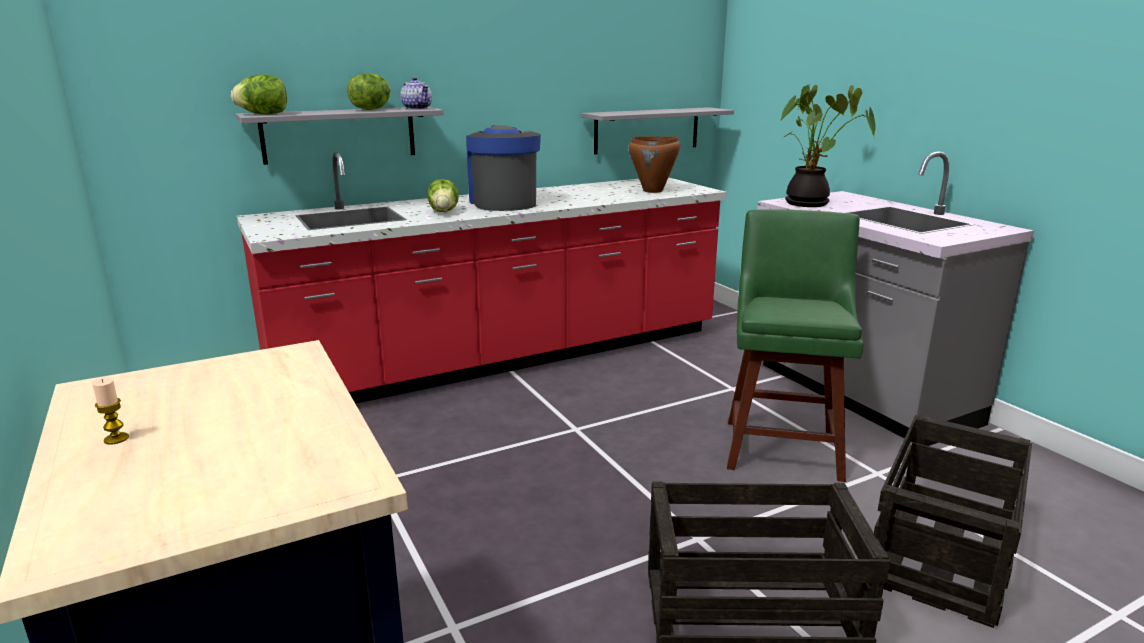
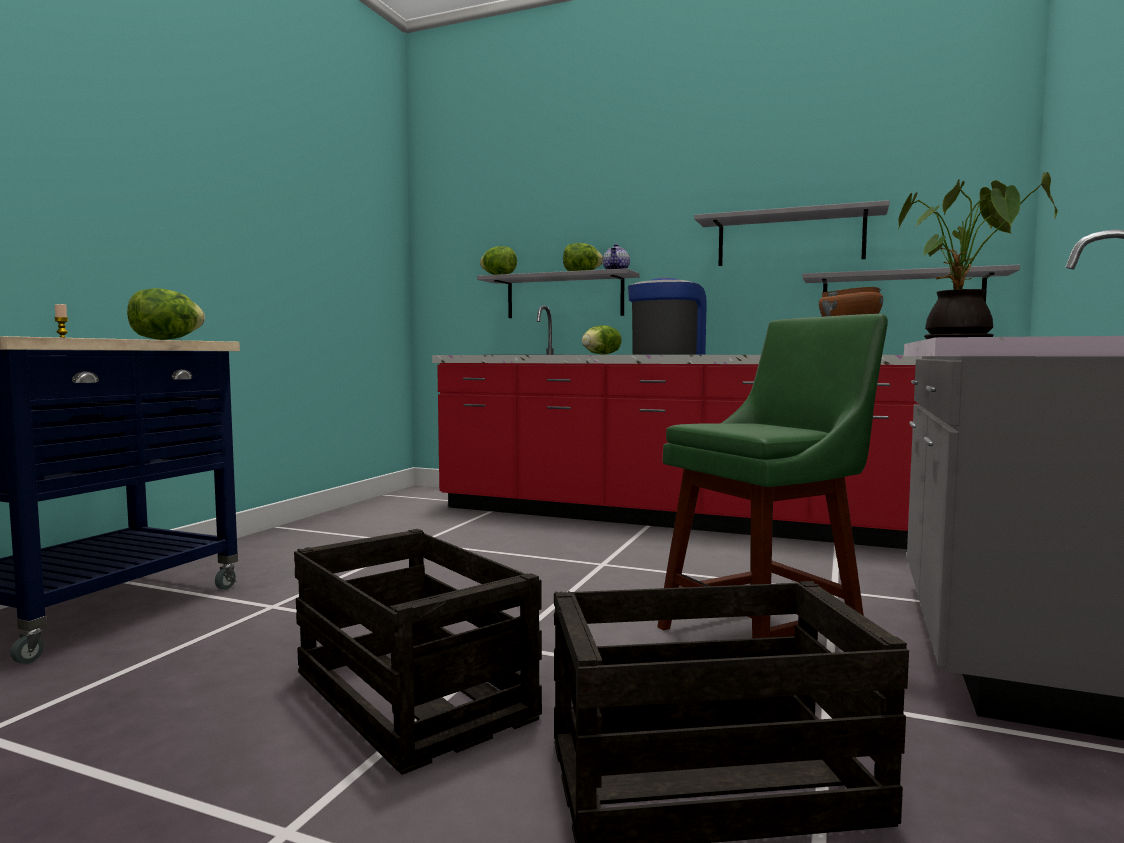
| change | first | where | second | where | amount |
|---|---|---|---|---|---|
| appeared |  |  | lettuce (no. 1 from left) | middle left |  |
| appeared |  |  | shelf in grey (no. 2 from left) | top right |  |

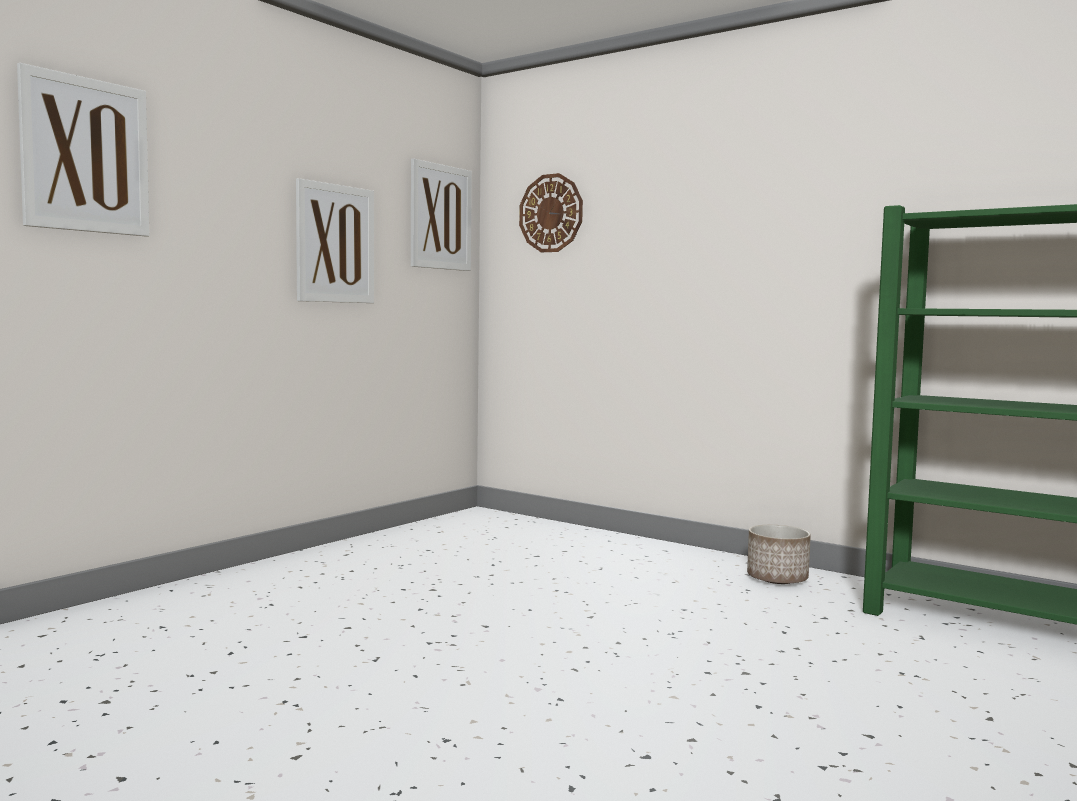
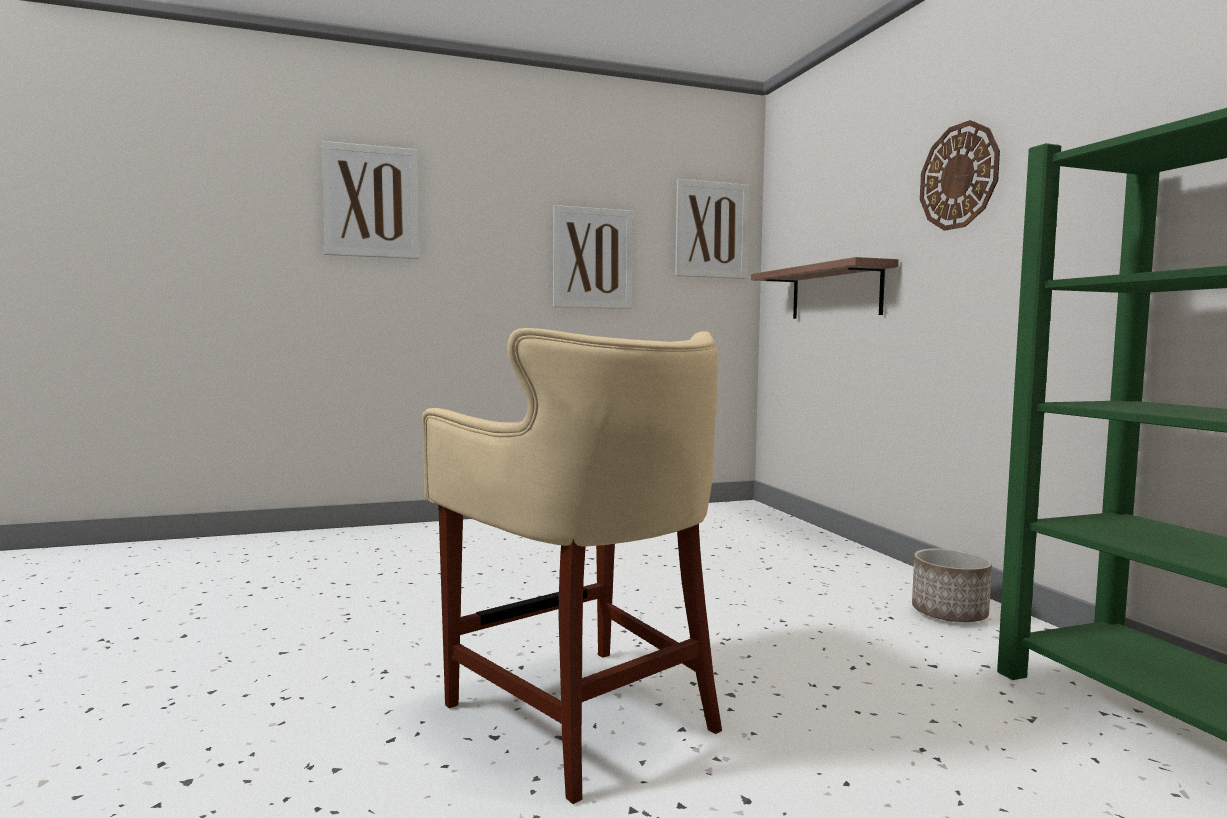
| change | first | where | second | where | amount |
|---|---|---|---|---|---|
| relocated | wall clock | top centre |  | top right |  |
| appeared |  |  | stool in beige | bottom centre |  |
| appeared |  |  | shelf | middle right |  |

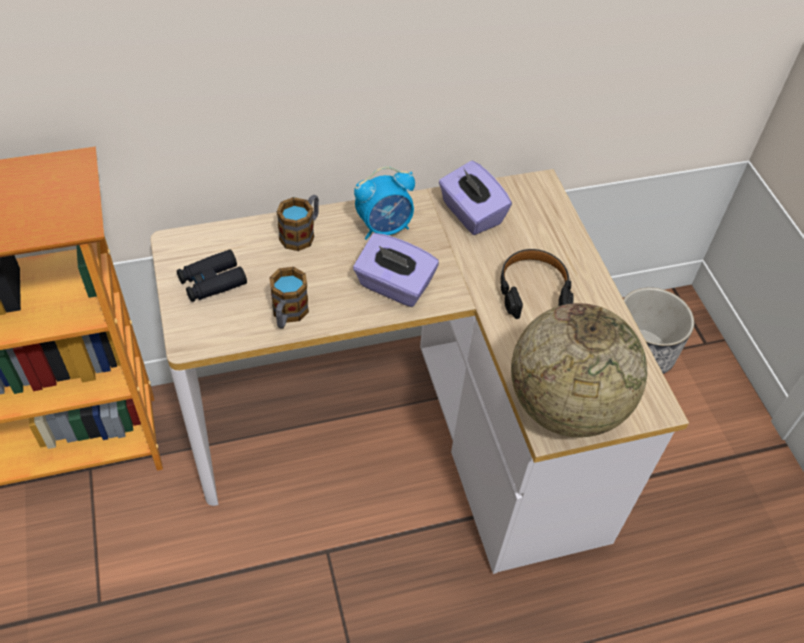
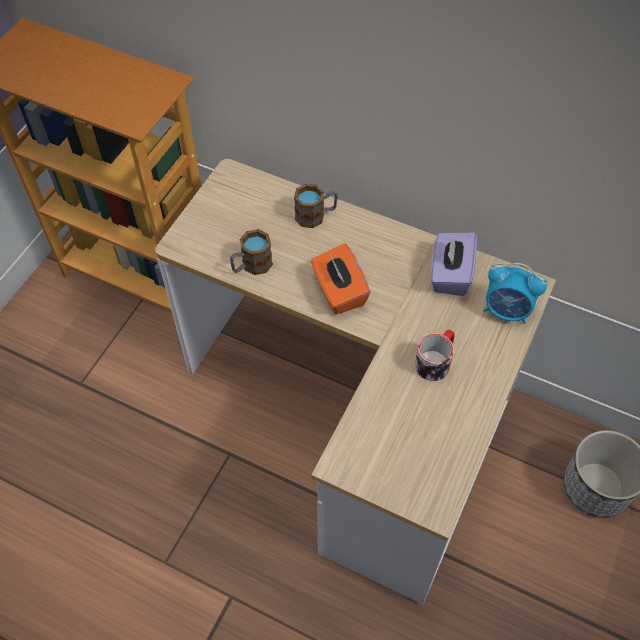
| change | first | where | second | where | amount |
|---|---|---|---|---|---|
| missing | binoculars in black | middle left |  |  |  |
| colour | tissue box in purple (no. 1 from left) | centre | tissue box in orange | centre |  |
| relocated | alarm clock | top centre |  | middle right |  |
| exchanged | headphones in black | middle right | mug (no. 3 from left) | middle right |  |
| missing | globe | middle right |  |  |  |

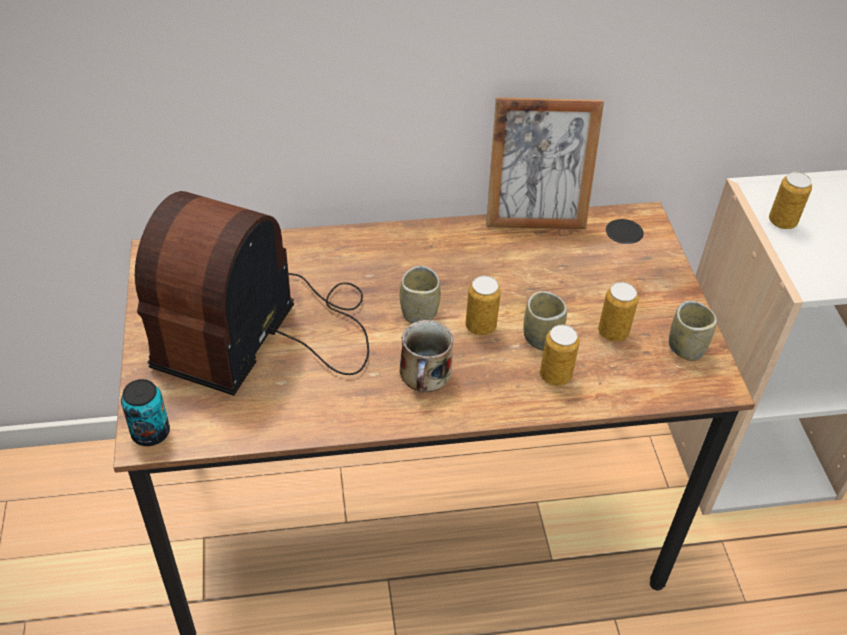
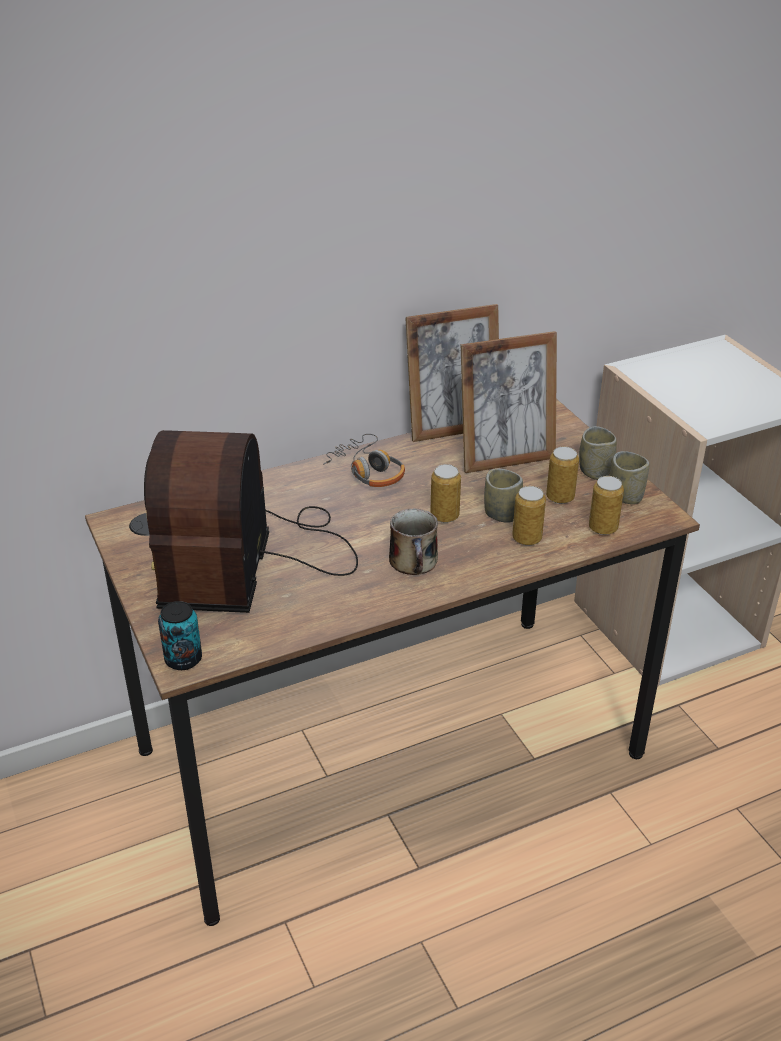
| change | first | where | second | where | amount |
|---|---|---|---|---|---|
| relocated | cup (no. 1 from left in the first image) | centre | cup (no. 2 from left) | middle right |  |
| relocated | can (no. 5 from left) | top right |  | middle right |  |
| appeared |  |  | headphones | centre |  |
| appeared |  |  | picture frame (no. 2 from left) | centre |  |

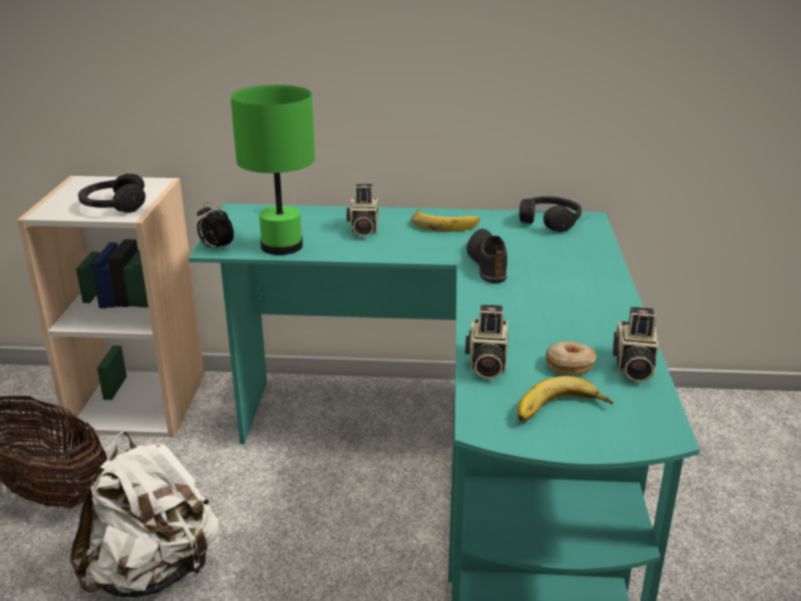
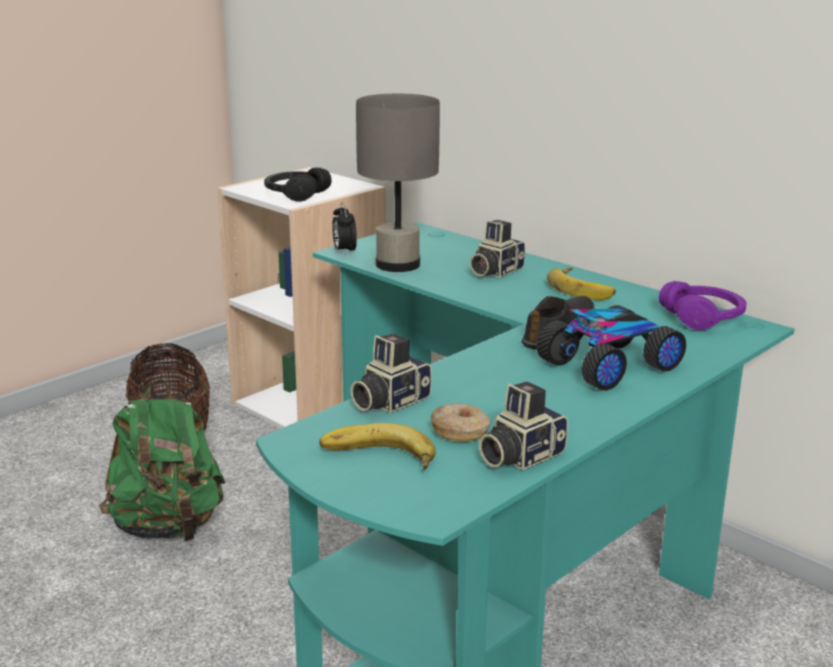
| change | first | where | second | where | amount |
|---|---|---|---|---|---|
| colour | backpack in white | bottom left | backpack in green | bottom left |  |
| colour | table lamp in green | top centre | table lamp in grey | top centre |  |
| colour | headphones in black (no. 2 from left) | middle right | headphones in purple | middle right |  |
| appeared |  |  | toy car | middle right |  |

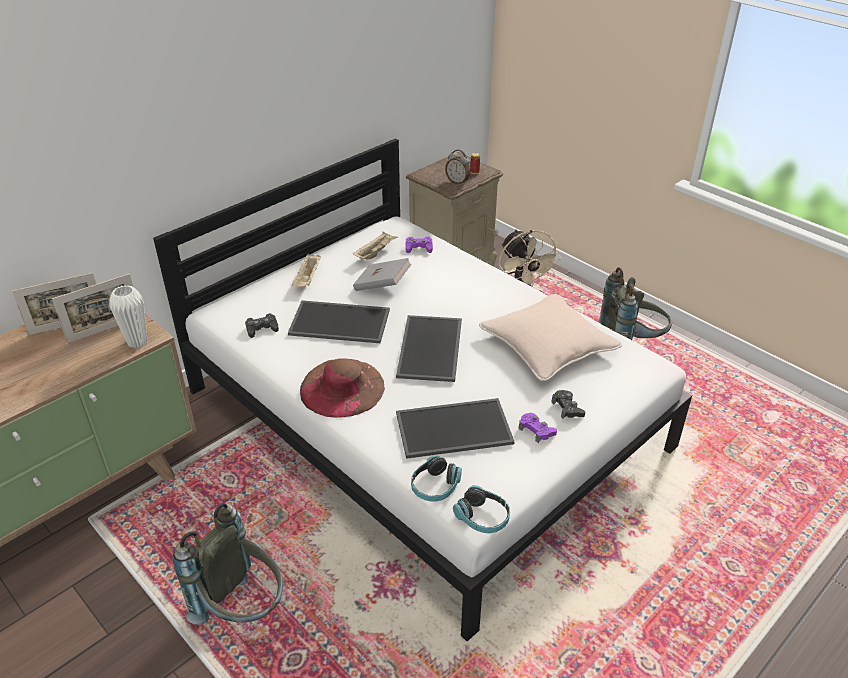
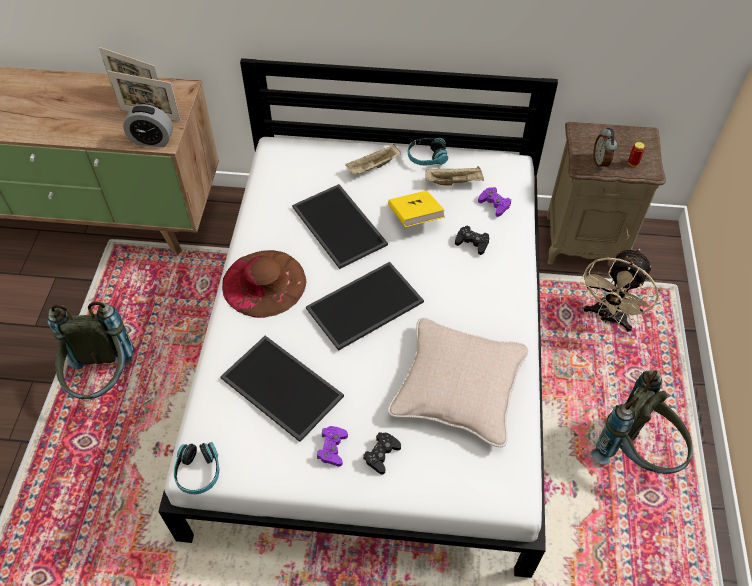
| change | first | where | second | where | amount |
|---|---|---|---|---|---|
| exchanged | vase in white | middle left | alarm clock (no. 1 from left) | top left |  |
| relocated | game controller in black (no. 1 from left in the first image) | middle left | game controller in black (no. 2 from left) | centre |  |
| colour | book in grey | centre | book in yellow | centre |  |
| relocated | headphones (no. 1 from left in the first image) | bottom centre | headphones (no. 2 from left) | top centre |  |

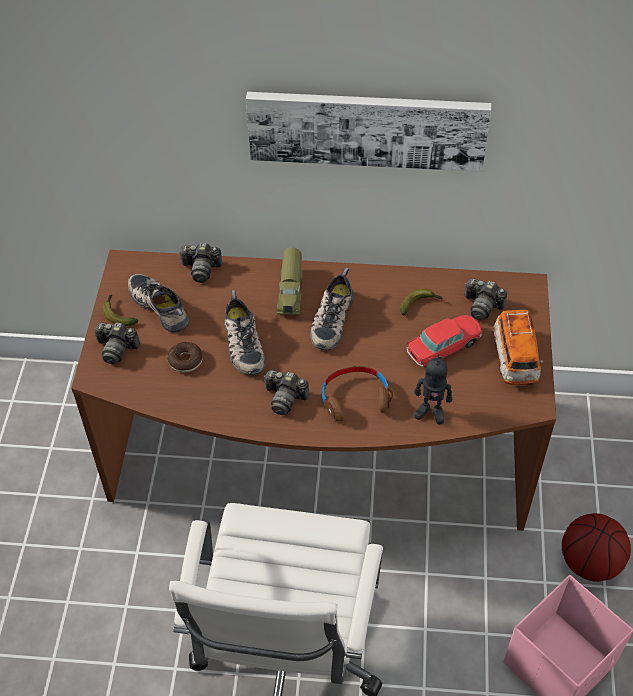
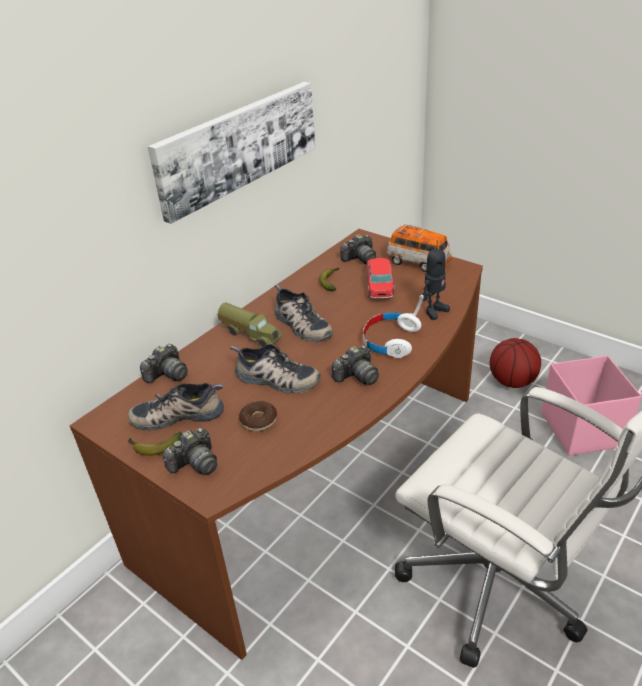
| change | first | where | second | where | amount |
|---|---|---|---|---|---|
| colour | headphones in brown | centre | headphones in white | centre |  |

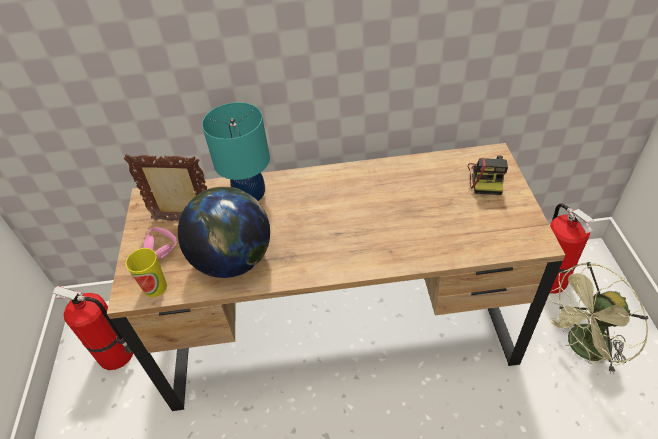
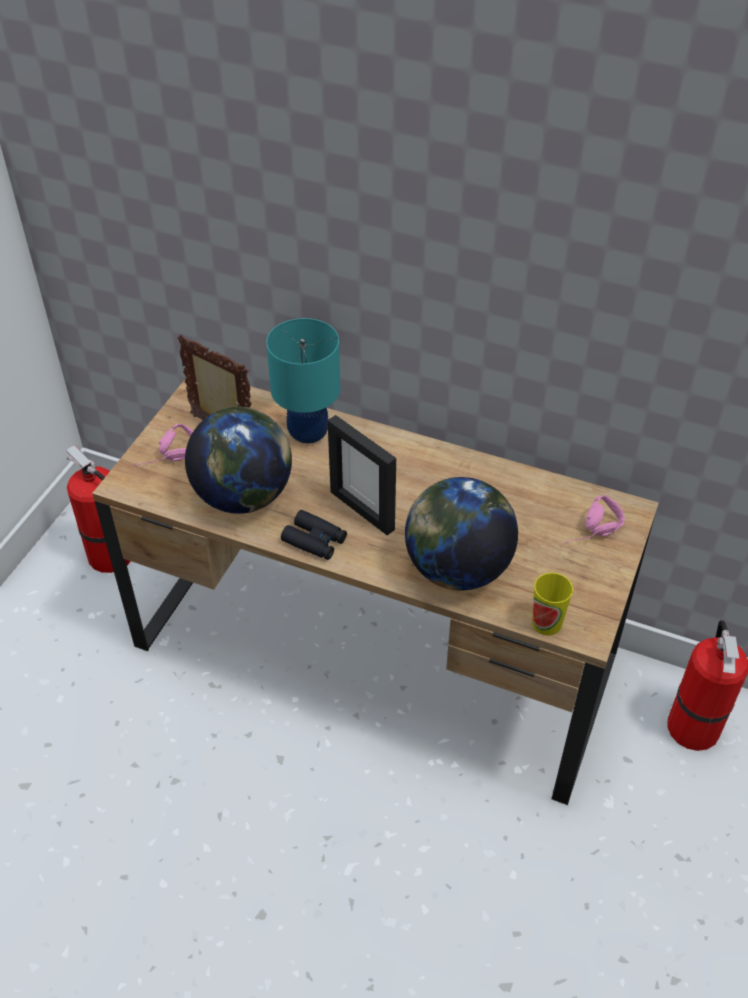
| change | first | where | second | where | amount |
|---|---|---|---|---|---|
| relocated | cup | middle left |  | middle right |  |
| exchanged | photo camera | middle right | headphones in pink (no. 2 from left) | middle right |  |
| missing | fan in green | bottom right |  |  |  |
| appeared |  |  | binoculars in black | centre |  |
| appeared |  |  | picture frame (no. 2 from left) | centre |  |
| appeared |  |  | globe (no. 2 from left) | centre |  |

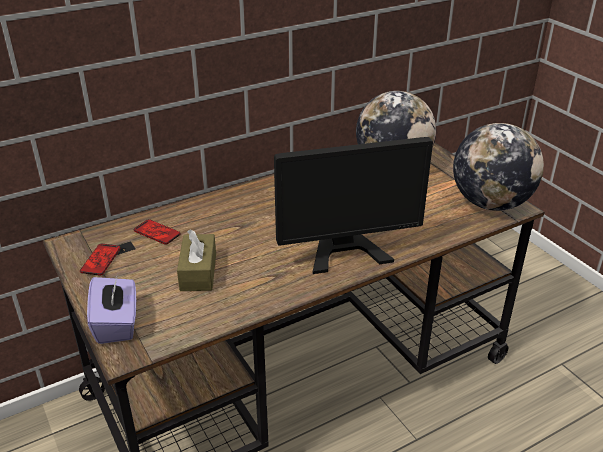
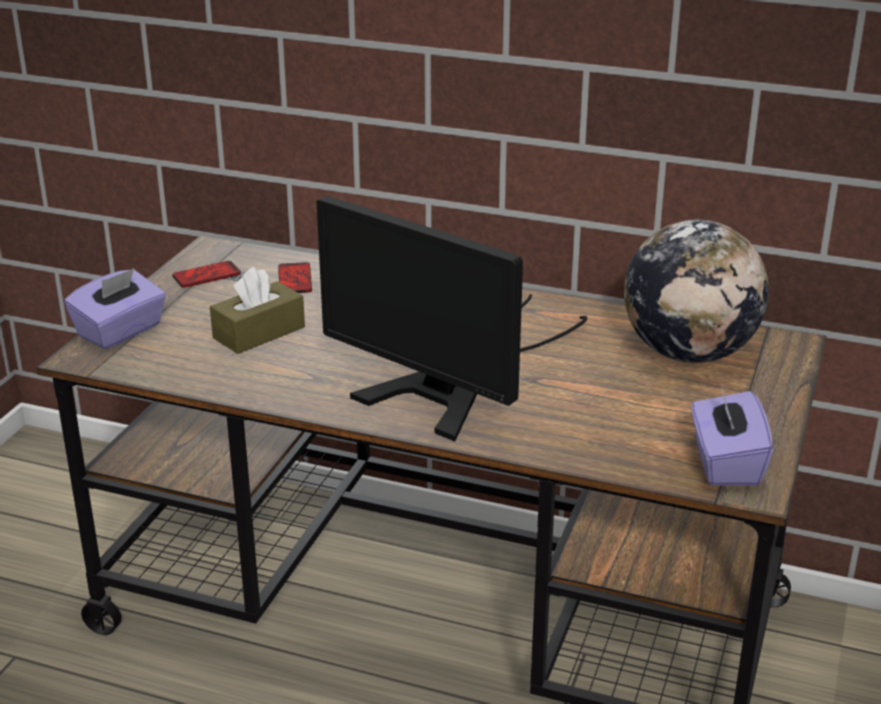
| change | first | where | second | where | amount |
|---|---|---|---|---|---|
| exchanged | globe (no. 2 from left) | middle right | tissue box in purple (no. 2 from left) | middle right |  |

